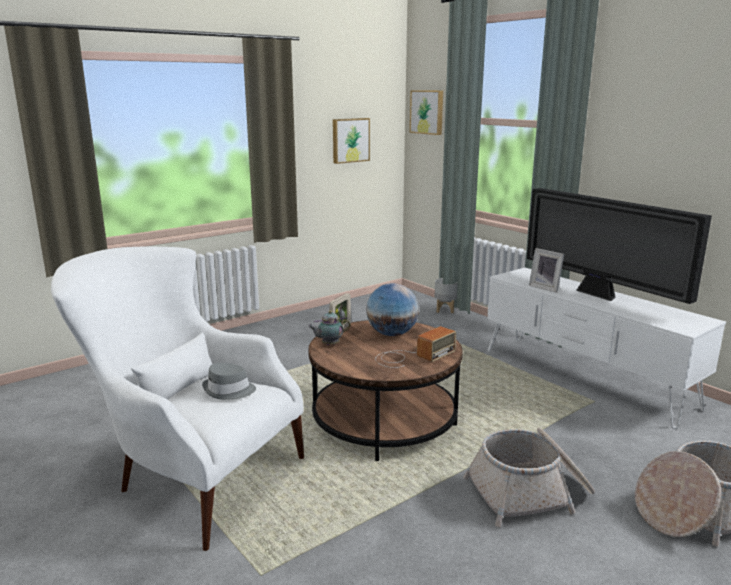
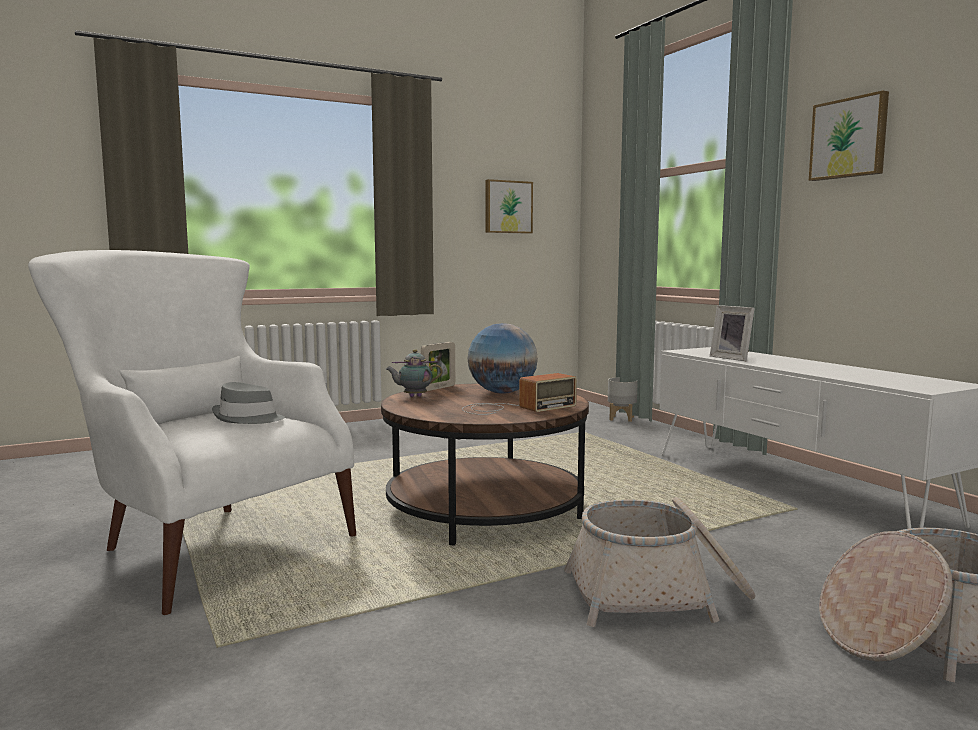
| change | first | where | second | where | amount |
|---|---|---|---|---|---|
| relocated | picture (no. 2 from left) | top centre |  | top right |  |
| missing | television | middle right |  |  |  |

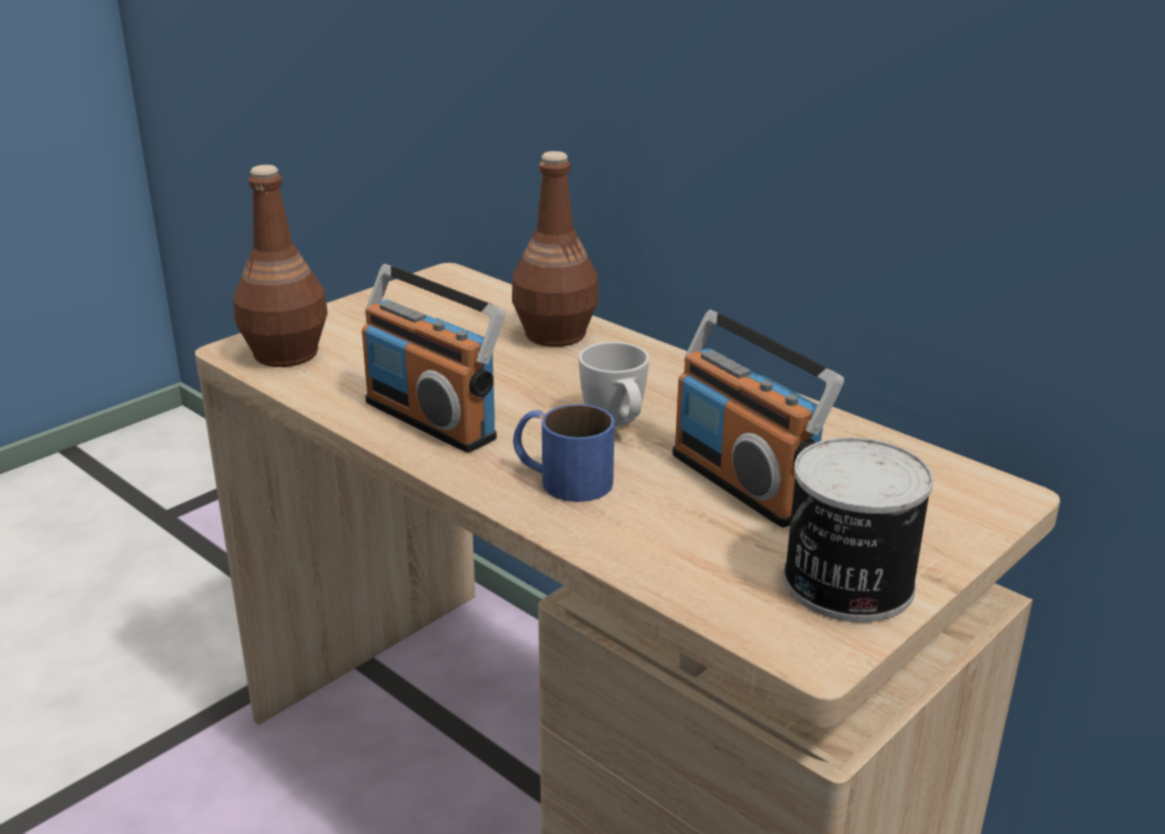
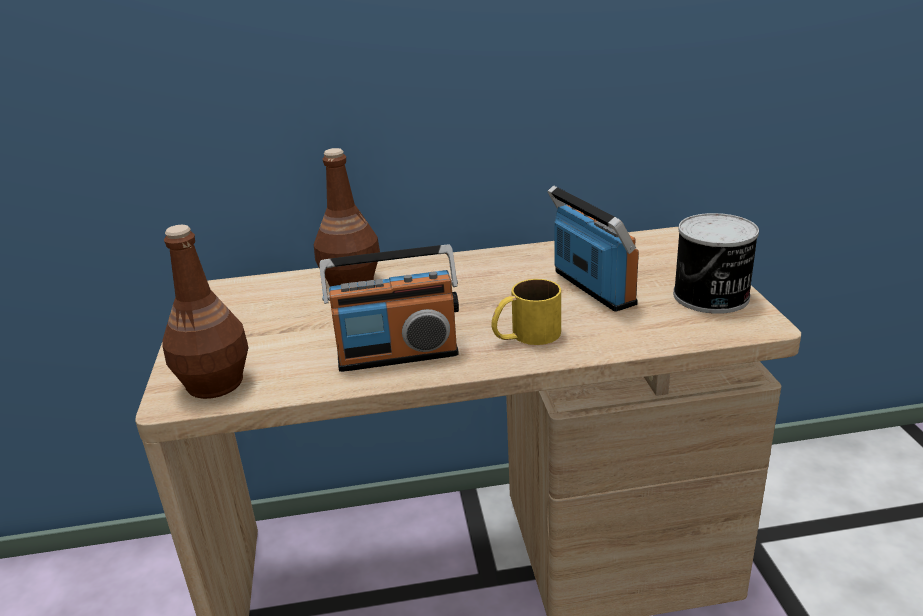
| change | first | where | second | where | amount |
|---|---|---|---|---|---|
| colour | mug in blue | centre | mug in yellow | centre |  |
| missing | mug in white | centre |  |  |  |
| spun | radio (no. 2 from left) | centre |  | centre | 120 degrees counterclockwise |

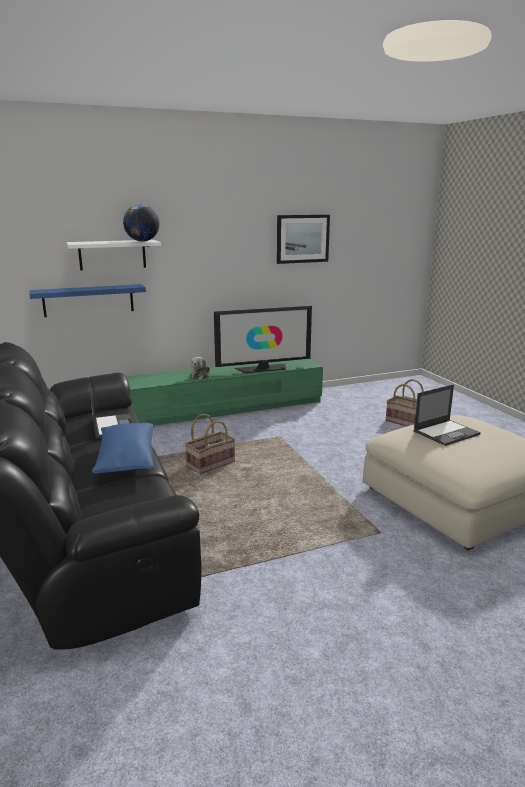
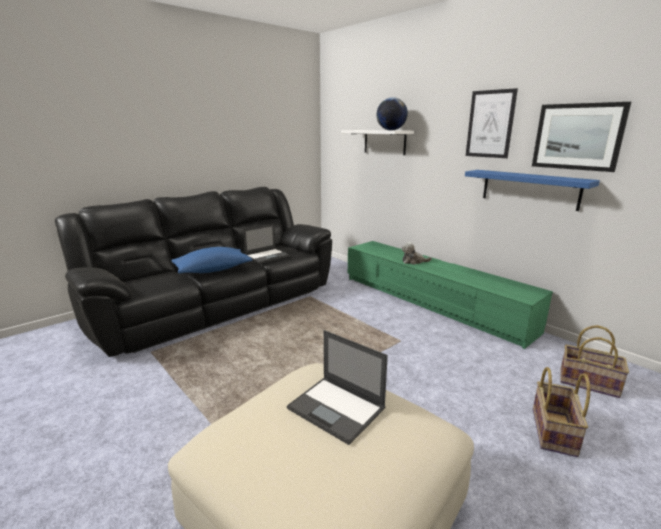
| change | first | where | second | where | amount |
|---|---|---|---|---|---|
| relocated | shelf in blue | middle left |  | middle right |  |
| relocated | basket (no. 1 from left in the first image) | centre | basket (no. 2 from left) | bottom right |  |
| missing | television | centre |  |  |  |
| appeared |  |  | picture (no. 1 from left) | top right |  |

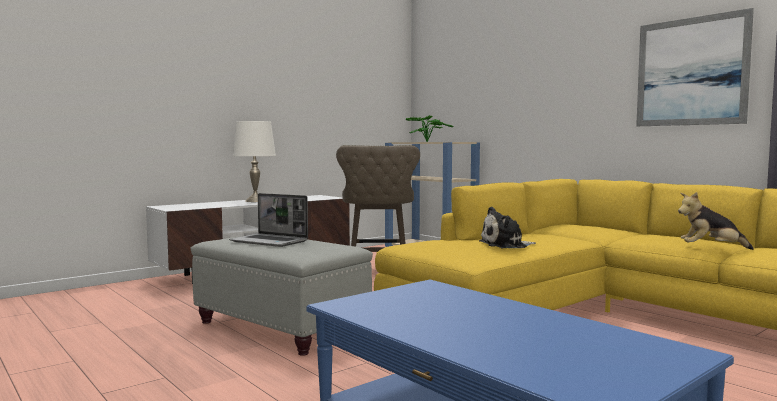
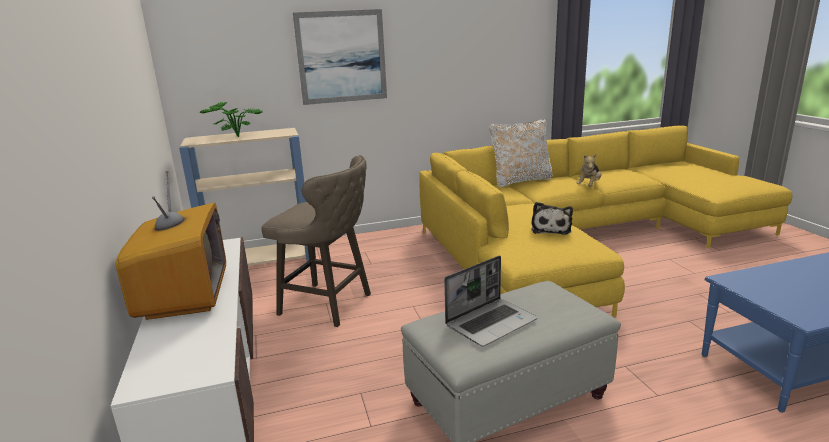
| change | first | where | second | where | amount |
|---|---|---|---|---|---|
| exchanged | table lamp in white | middle left | television | middle left |  |
| relocated | picture | top right |  | top centre |  |
| appeared |  |  | pillow in white | centre |  |

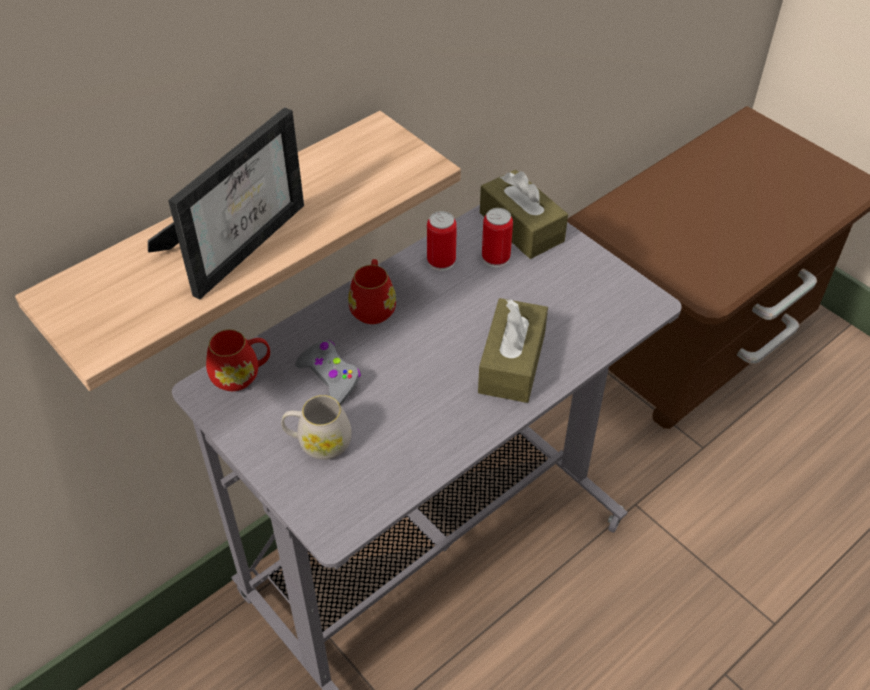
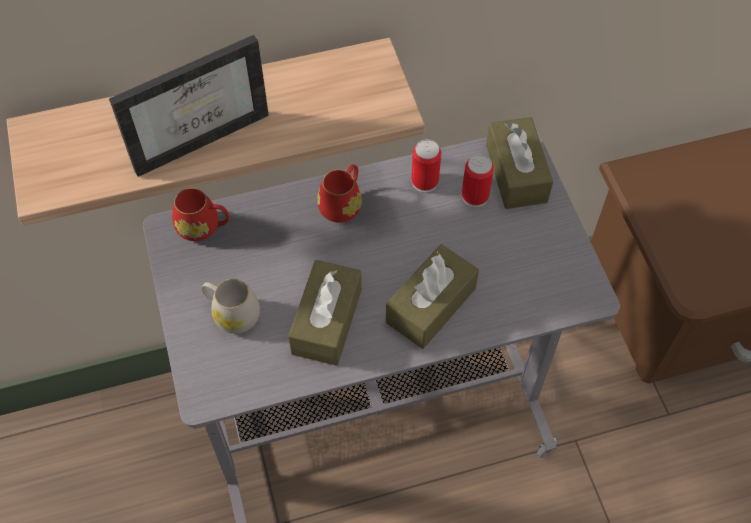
| change | first | where | second | where | amount |
|---|---|---|---|---|---|
| missing | game controller in grey | centre |  |  |  |
| appeared |  |  | tissue box in brown (no. 1 from left) | centre |  |

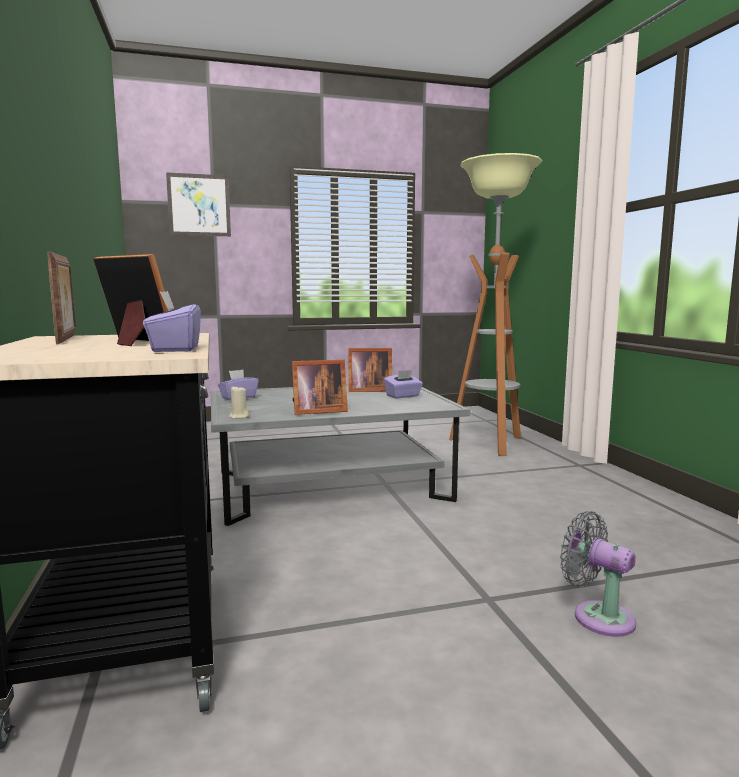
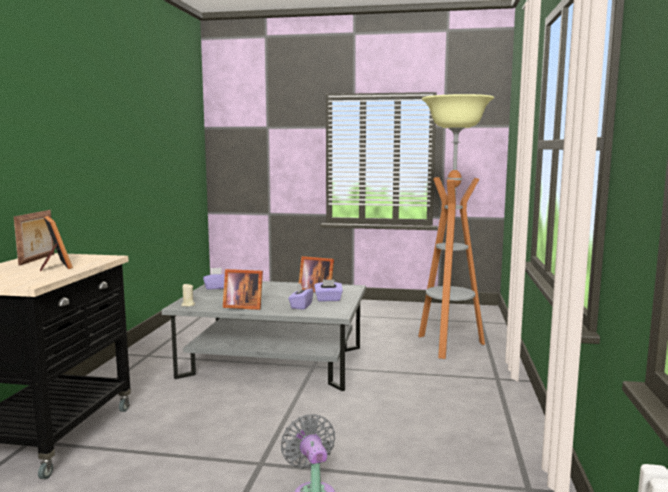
| change | first | where | second | where | amount |
|---|---|---|---|---|---|
| relocated | tissue box in purple (no. 1 from left in the first image) | middle left | tissue box in purple (no. 2 from left) | centre |  |
| missing | picture | top left |  |  |  |

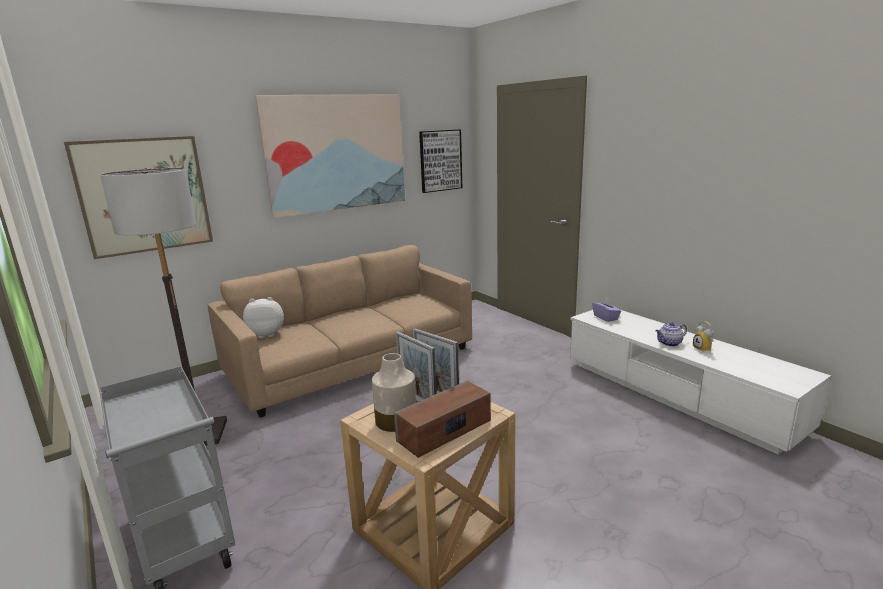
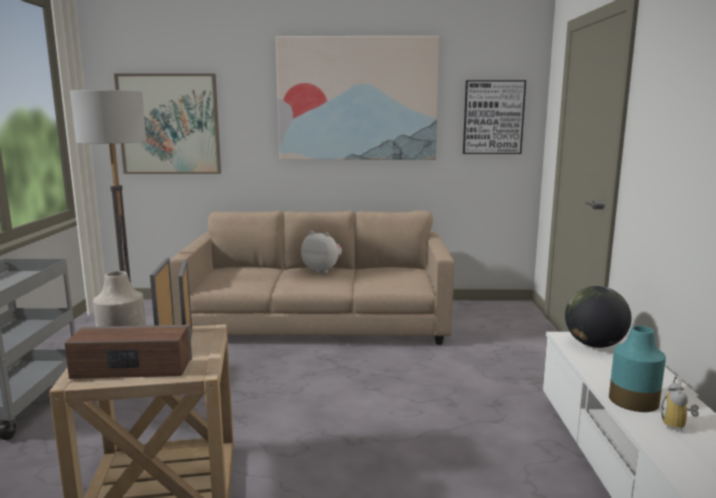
| change | first | where | second | where | amount |
|---|---|---|---|---|---|
| relocated | plush toy | middle left |  | centre |  |
| exchanged | tissue box in purple | middle right | globe | middle right |  |
| exchanged | teapot | middle right | vase in turquoise | bottom right |  |

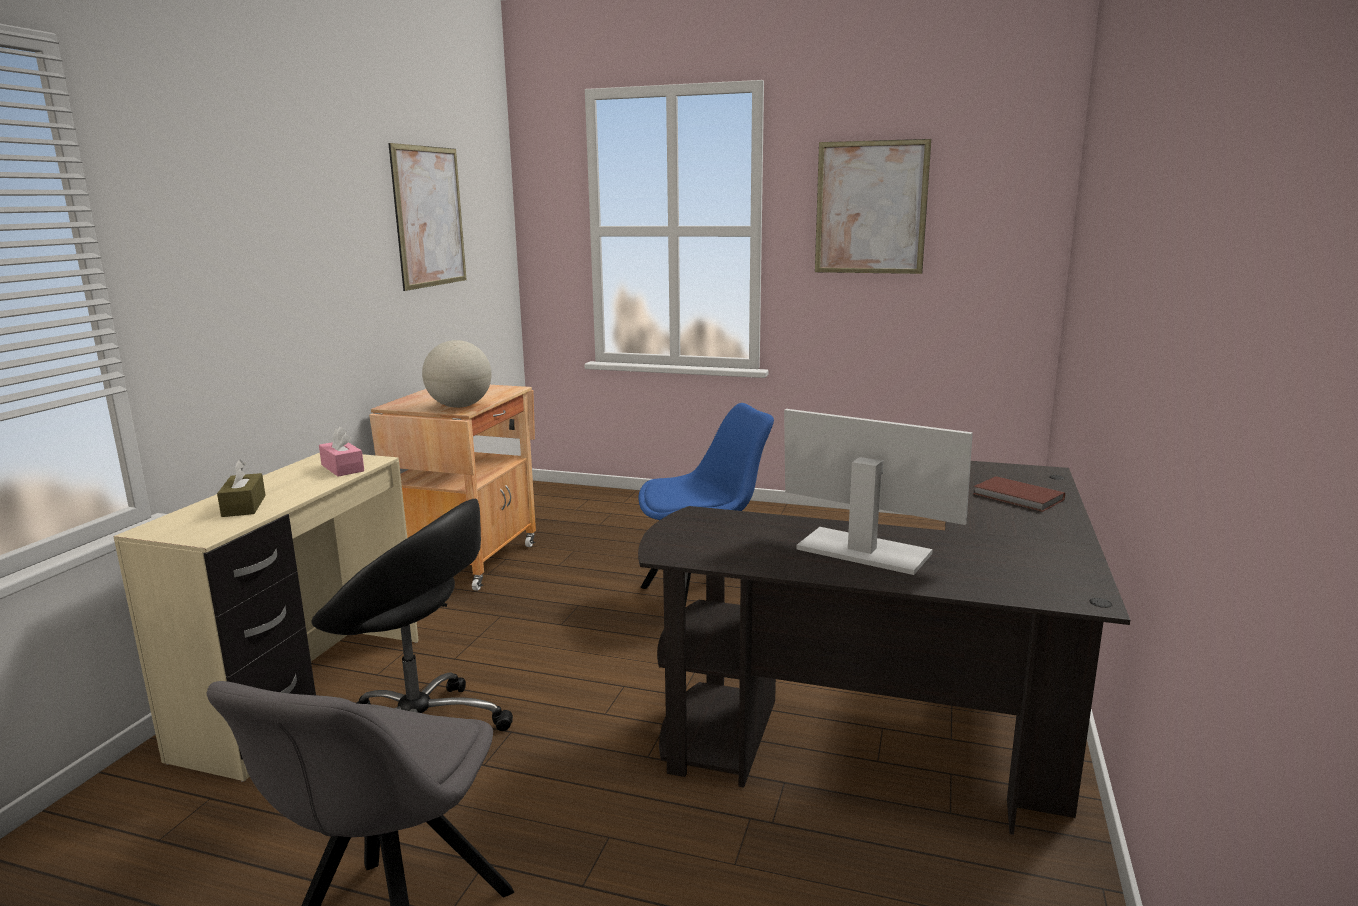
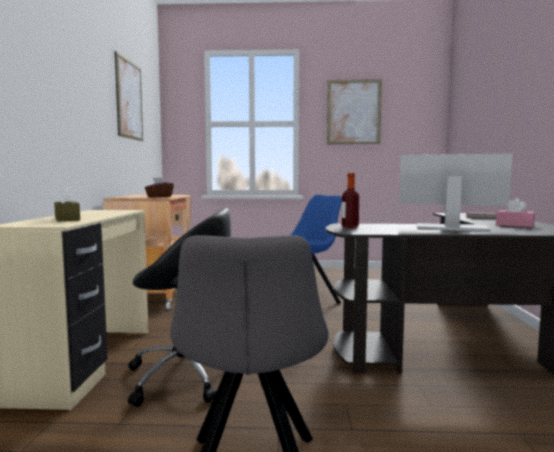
| change | first | where | second | where | amount |
|---|---|---|---|---|---|
| relocated | tissue box in pink | middle left |  | middle right |  |
| exchanged | globe | centre | tissue box in brown (no. 2 from left) | middle left |  |
| appeared |  |  | bottle | centre |  |

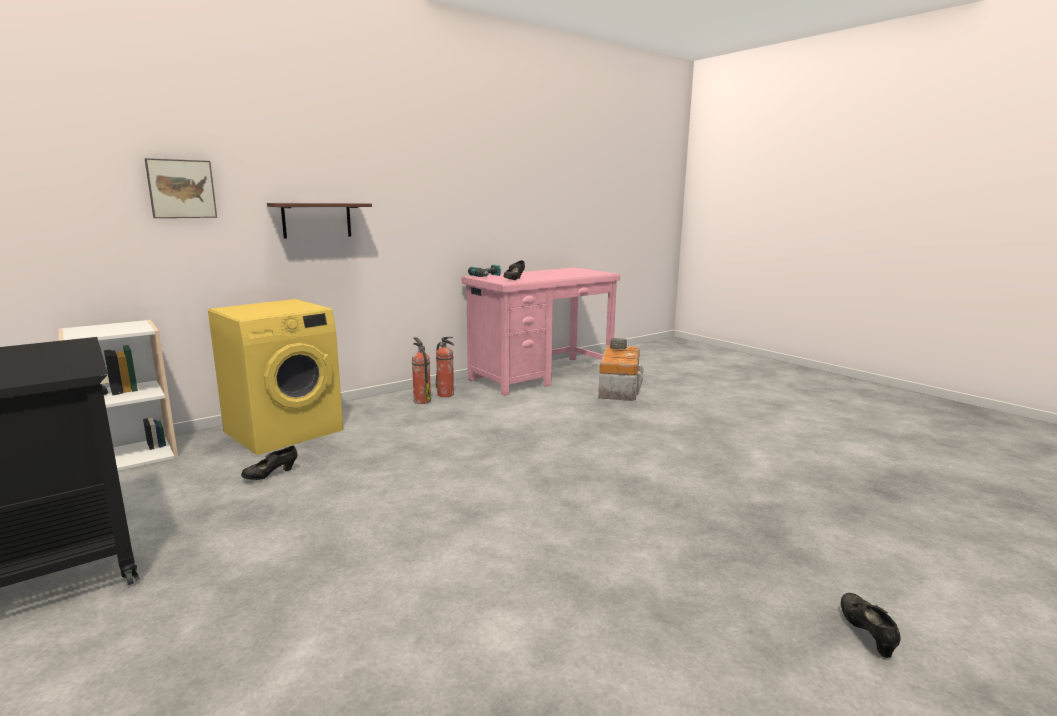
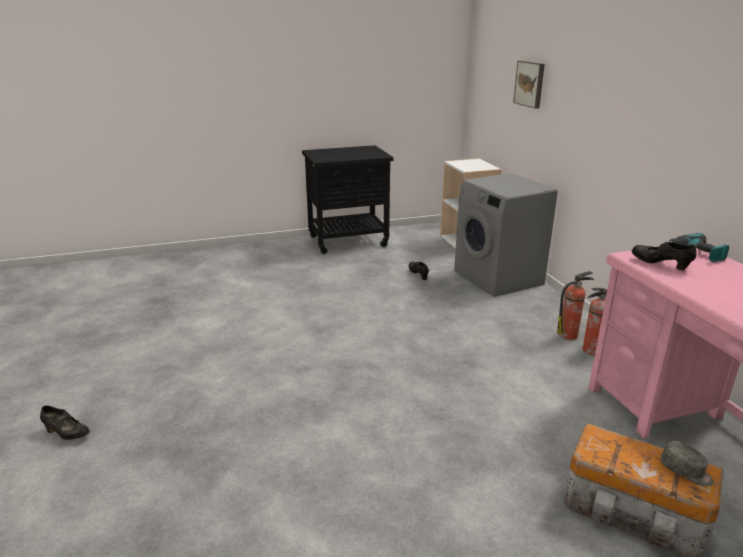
| change | first | where | second | where | amount |
|---|---|---|---|---|---|
| colour | washing machine in yellow | middle left | washing machine in grey | middle right |  |
| missing | shelf | top left |  |  |  |

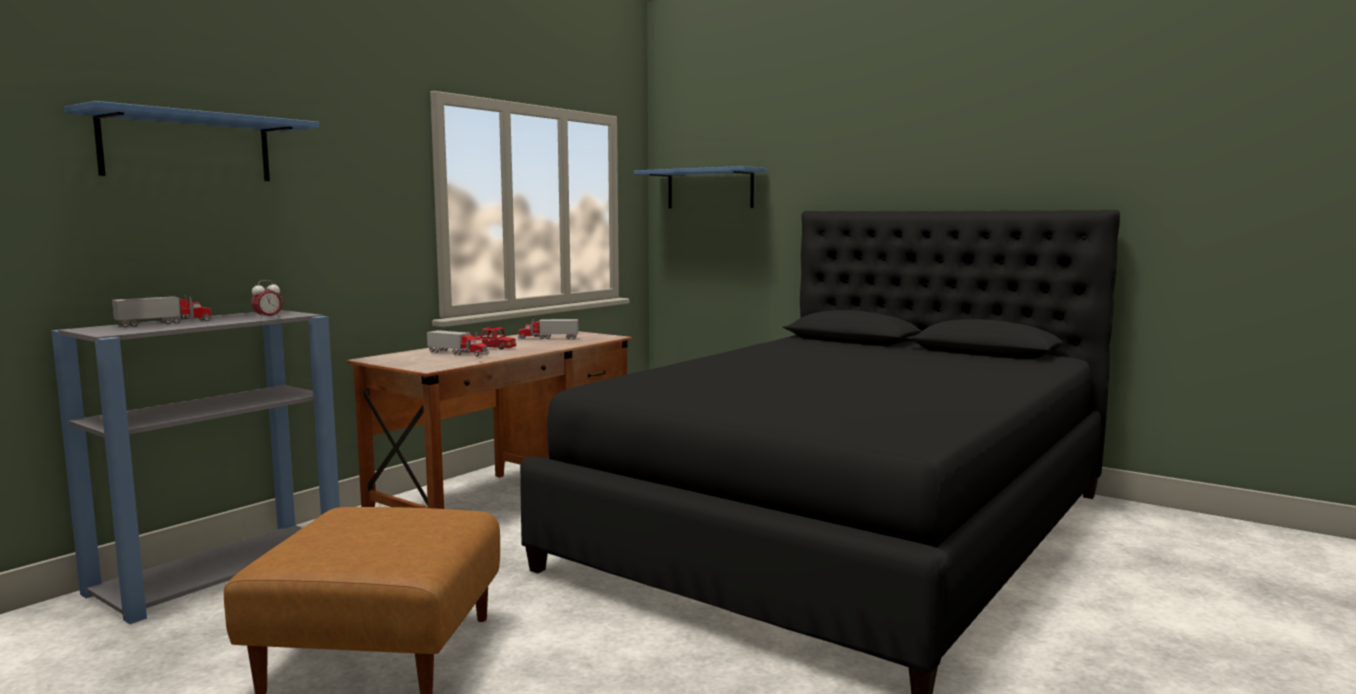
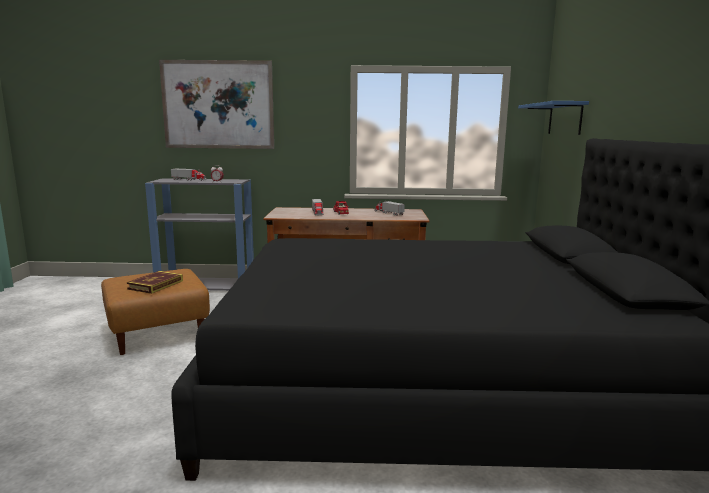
| change | first | where | second | where | amount |
|---|---|---|---|---|---|
| exchanged | shelf in blue (no. 1 from left) | top left | picture | top left |  |
| appeared |  |  | book | middle left |  |

